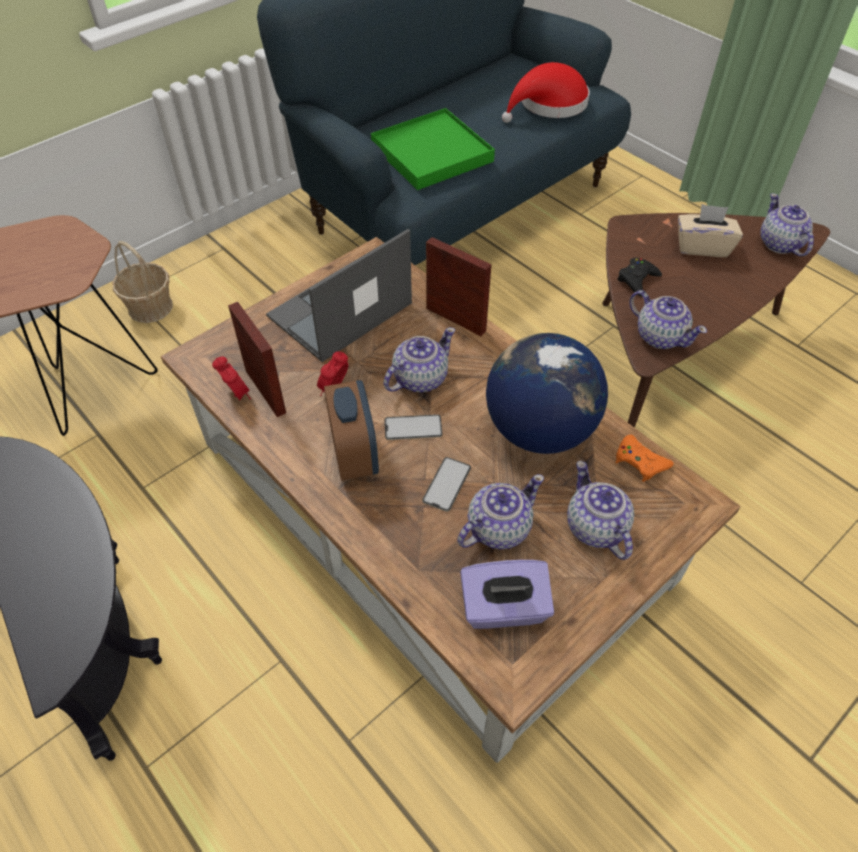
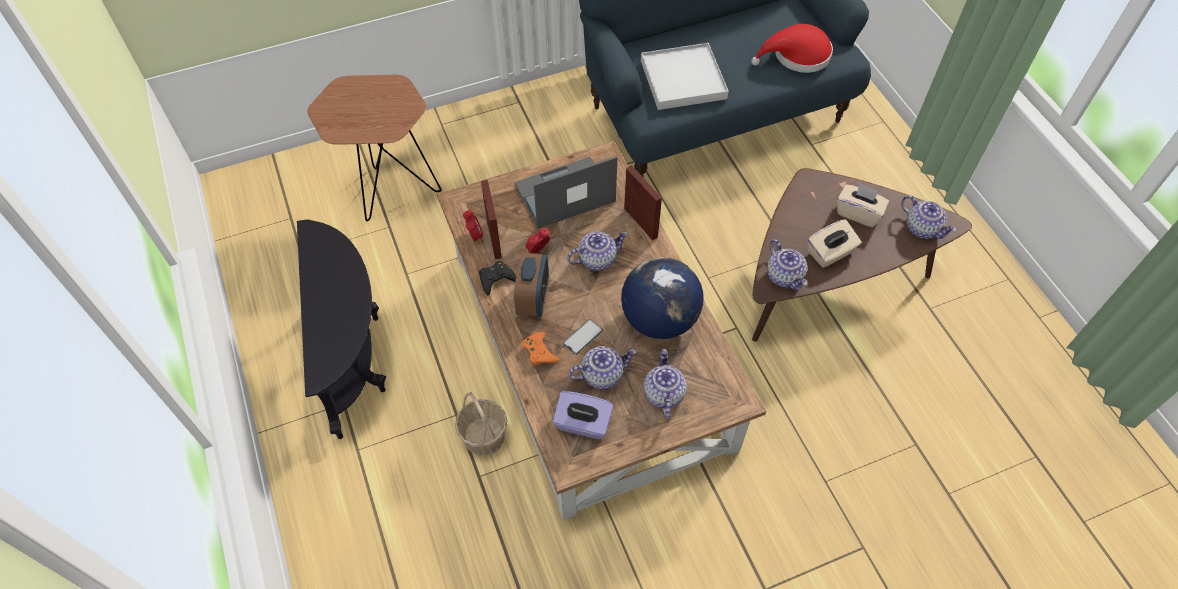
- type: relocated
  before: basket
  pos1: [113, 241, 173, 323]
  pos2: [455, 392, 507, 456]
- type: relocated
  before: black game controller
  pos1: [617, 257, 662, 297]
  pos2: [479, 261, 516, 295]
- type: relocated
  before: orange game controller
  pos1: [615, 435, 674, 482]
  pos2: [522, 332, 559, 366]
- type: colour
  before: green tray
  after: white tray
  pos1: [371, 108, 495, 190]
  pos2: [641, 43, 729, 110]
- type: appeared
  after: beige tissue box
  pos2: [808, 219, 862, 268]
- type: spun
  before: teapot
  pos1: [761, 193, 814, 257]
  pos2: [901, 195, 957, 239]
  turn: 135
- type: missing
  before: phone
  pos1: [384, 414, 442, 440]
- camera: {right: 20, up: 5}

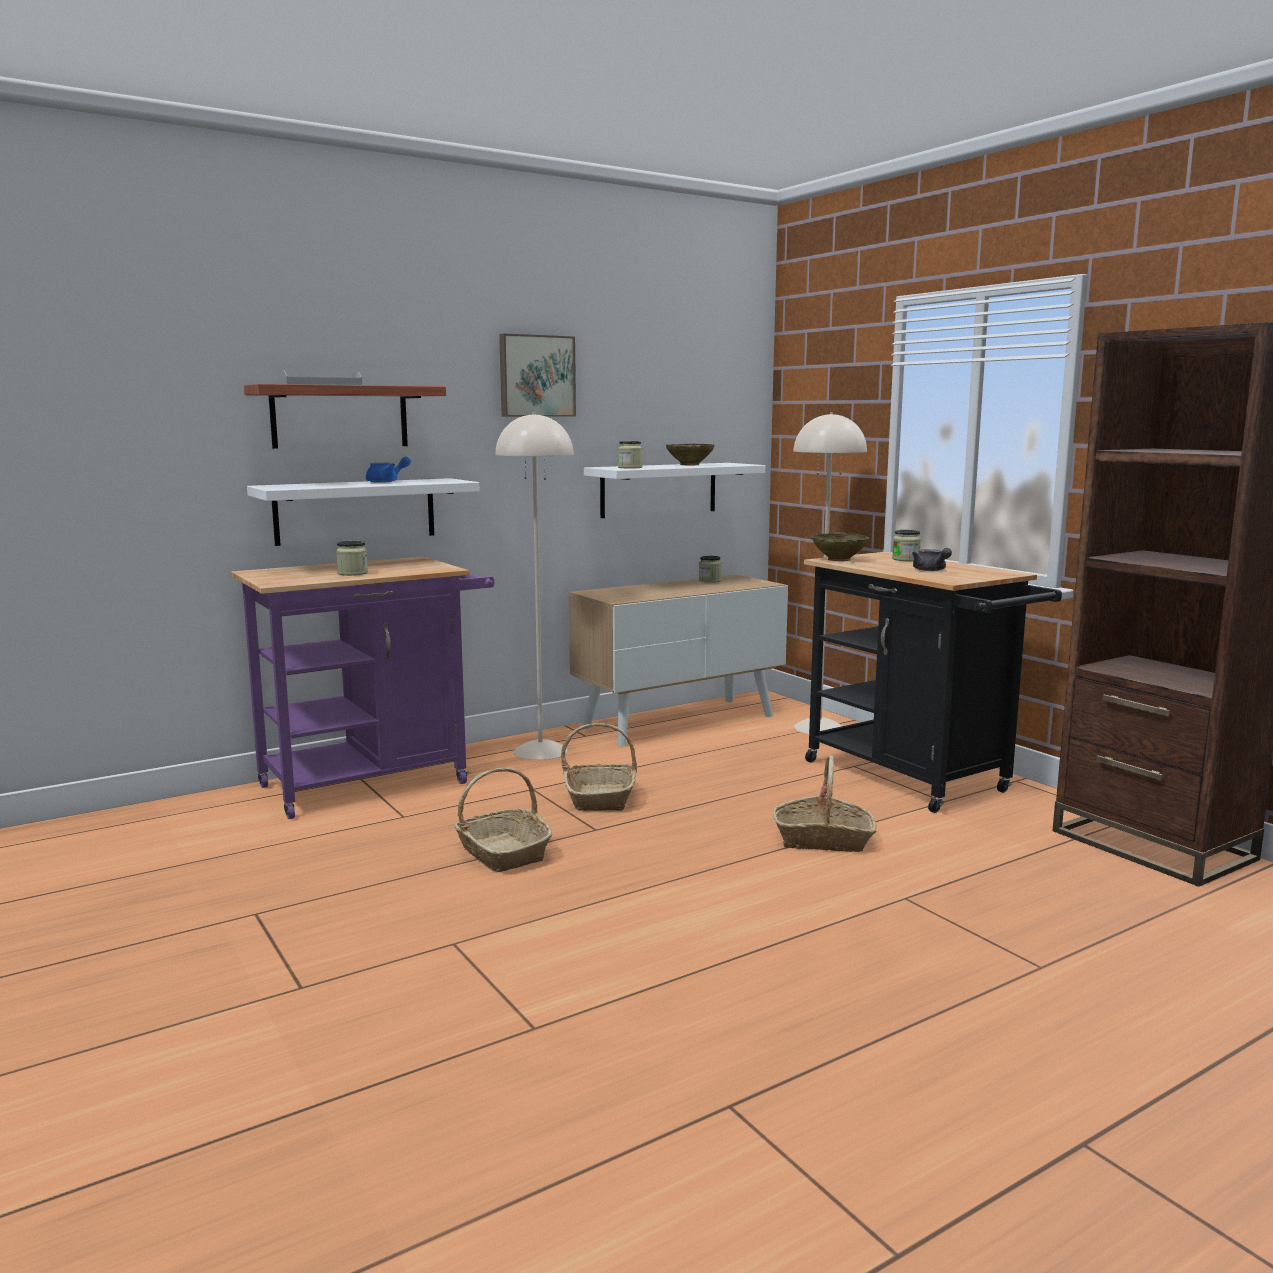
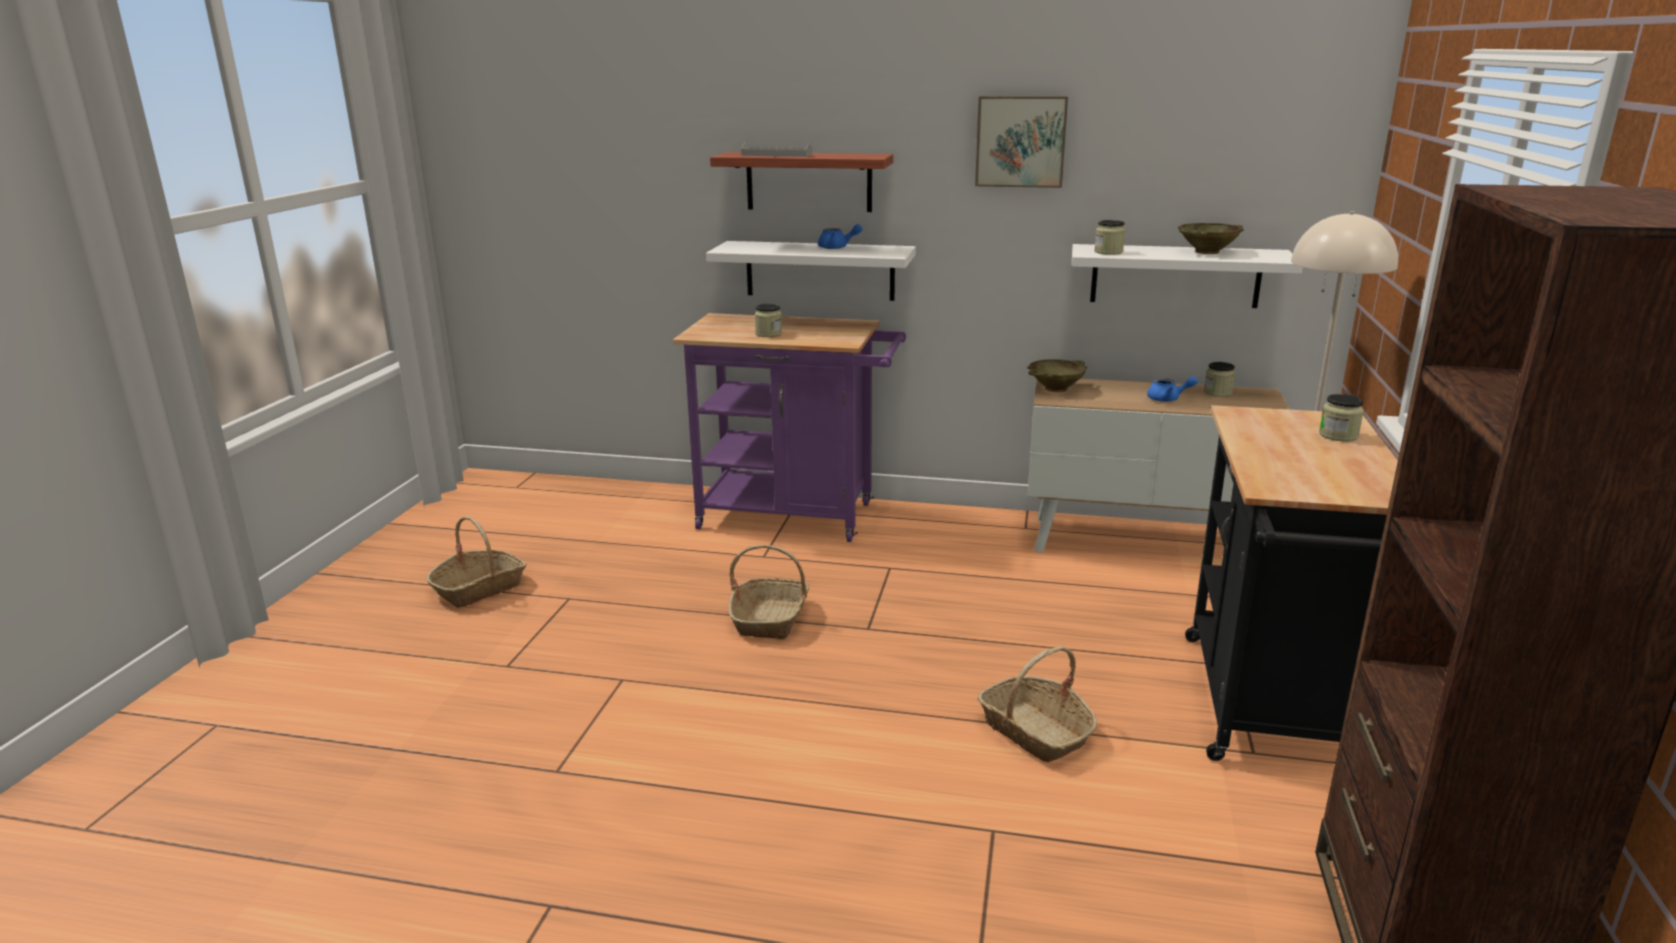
- type: relocated
  before: basket
  pos1: [561, 723, 637, 811]
  pos2: [426, 516, 526, 608]
- type: relocated
  before: beige bowl
  pos1: [811, 532, 869, 561]
  pos2: [1027, 359, 1088, 392]
- type: appeared
  after: blue teapot
  pos2: [1147, 376, 1198, 402]
- type: missing
  before: beige floor lamp
  pos1: [496, 412, 574, 760]
- type: missing
  before: grey teapot
  pos1: [912, 548, 952, 571]
- camera: {right: 45, up: 10}

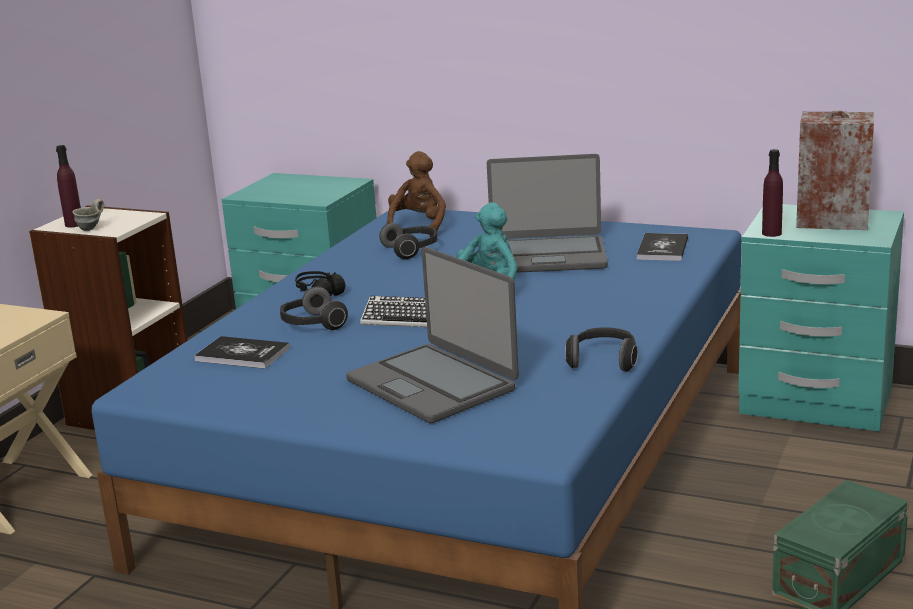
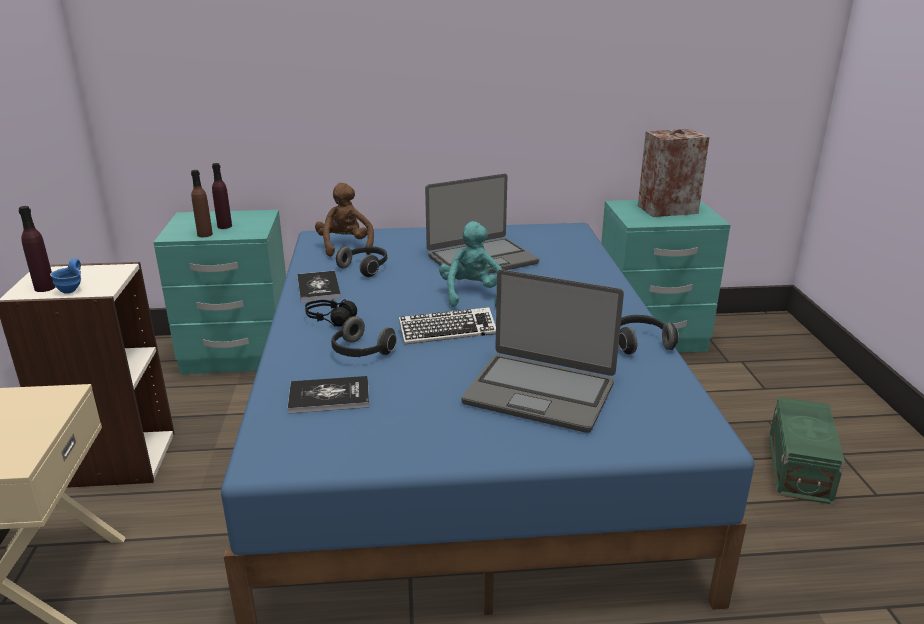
- type: colour
  before: grey mug
  after: blue mug
  pos1: [72, 199, 104, 231]
  pos2: [50, 259, 81, 294]
- type: appeared
  after: brown bottle
  pos2: [191, 170, 213, 237]
- type: relocated
  before: purple bottle
  pos1: [762, 149, 783, 237]
  pos2: [212, 163, 232, 229]
- type: relocated
  before: book
  pos1: [637, 233, 688, 261]
  pos2: [297, 271, 341, 302]
- camera: {right: -30, up: 5}

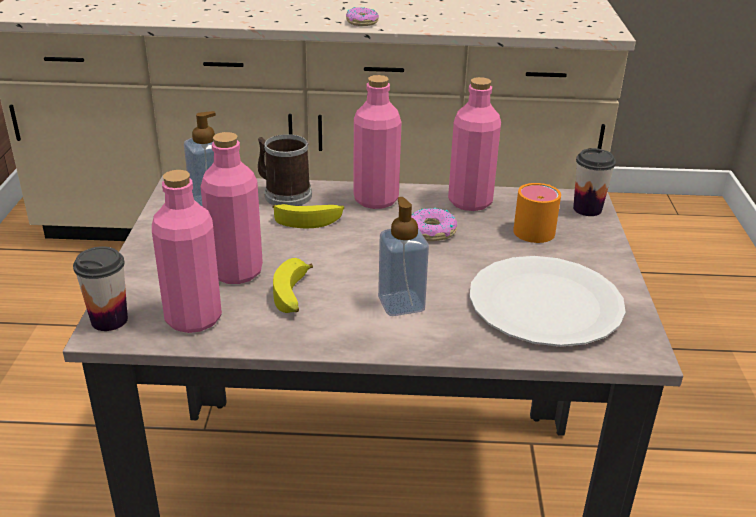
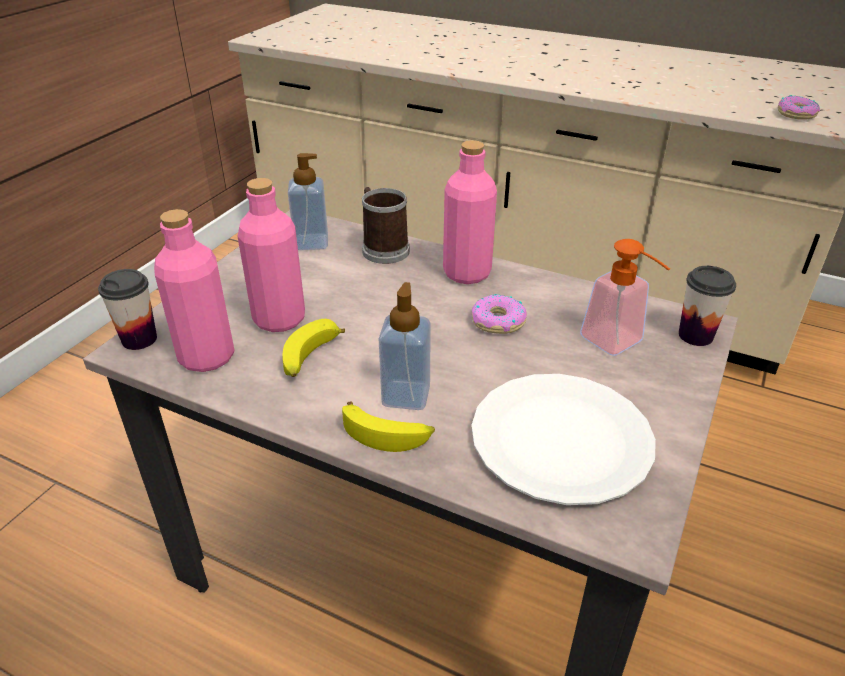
- type: relocated
  before: banana
  pos1: [272, 204, 344, 228]
  pos2: [342, 402, 435, 452]
- type: exchanged
  before: orange mug
  after: soap dispenser
  pos1: [513, 183, 561, 243]
  pos2: [580, 239, 670, 356]
- type: relocated
  before: donut
  pos1: [346, 7, 379, 26]
  pos2: [778, 95, 820, 120]
- type: missing
  before: pink bottle
  pos1: [448, 77, 501, 211]
- camera: {right: 25, up: 5}

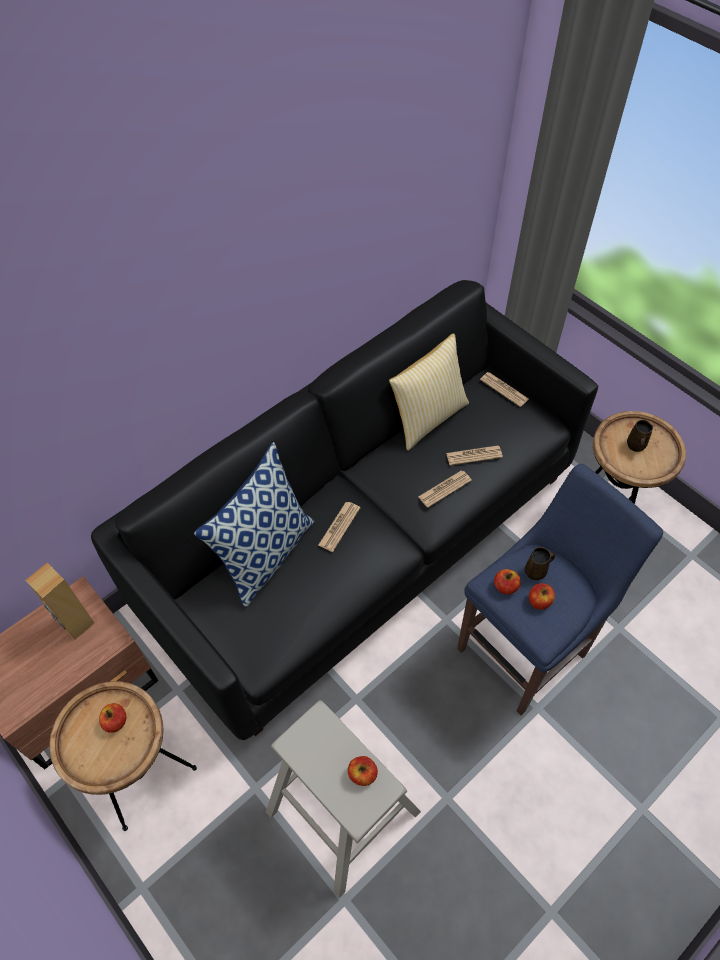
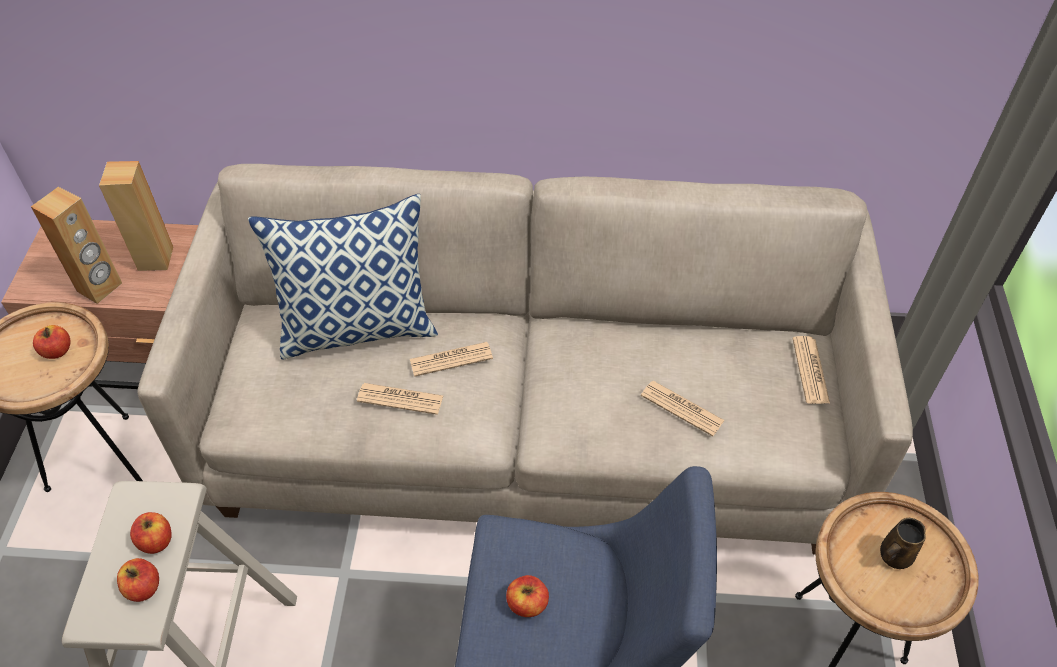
- type: appeared
  after: brown speaker
  pos2: [31, 187, 122, 304]
- type: relocated
  before: apple
  pos1: [494, 569, 521, 595]
  pos2: [130, 512, 172, 554]
- type: colour
  before: black sofa
  after: beige sofa
  pos1: [91, 280, 598, 740]
  pos2: [138, 164, 913, 554]
- type: relocated
  before: newspaper
  pos1: [418, 470, 472, 508]
  pos2: [357, 383, 443, 415]
- type: missing
  before: pillow
  pos1: [389, 333, 469, 451]
- type: missing
  before: brown mug
  pos1: [525, 547, 555, 580]
- camera: {right: 45, up: -5}

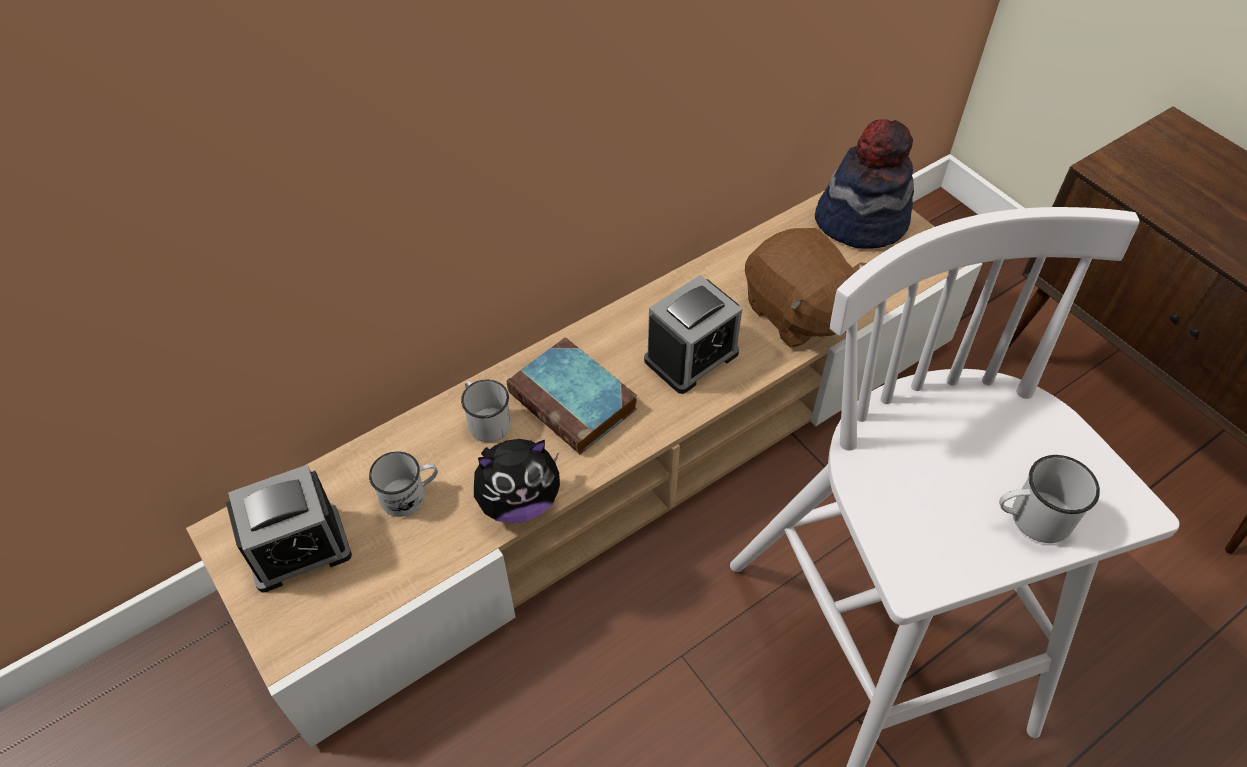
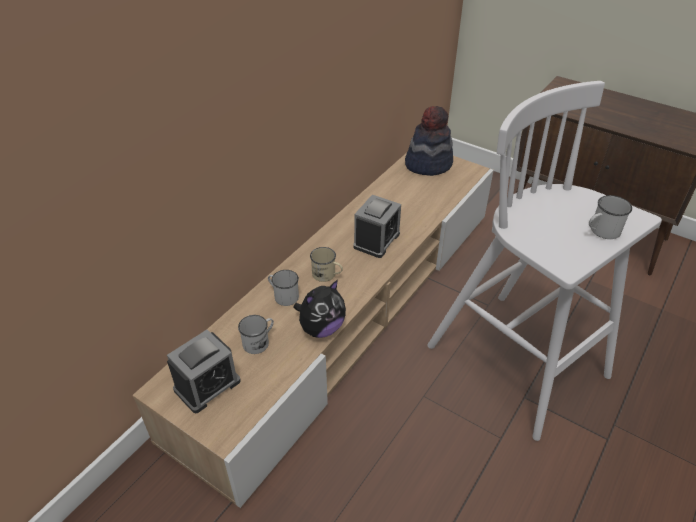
- type: exchanged
  before: book
  after: beige mug
  pos1: [507, 337, 637, 454]
  pos2: [310, 247, 343, 282]
- type: missing
  before: brown plush toy
  pos1: [745, 228, 867, 348]
- camera: {right: -20, up: -10}

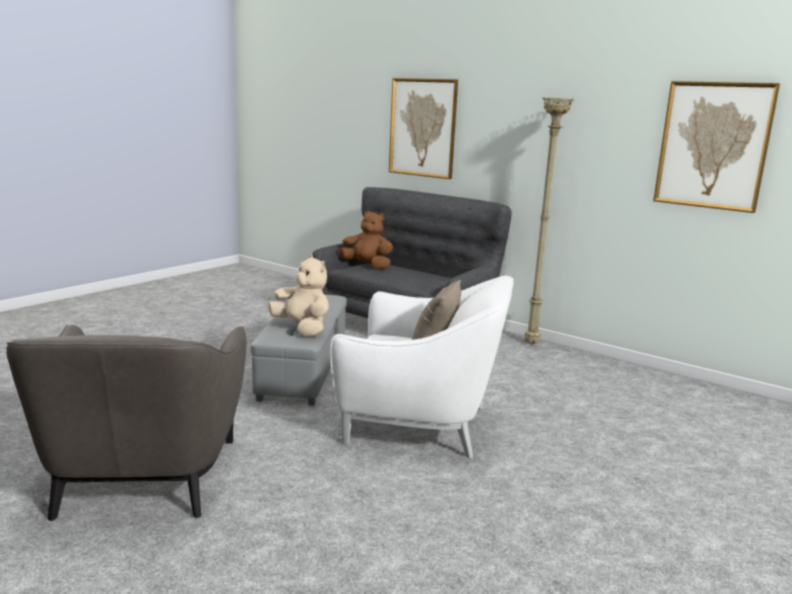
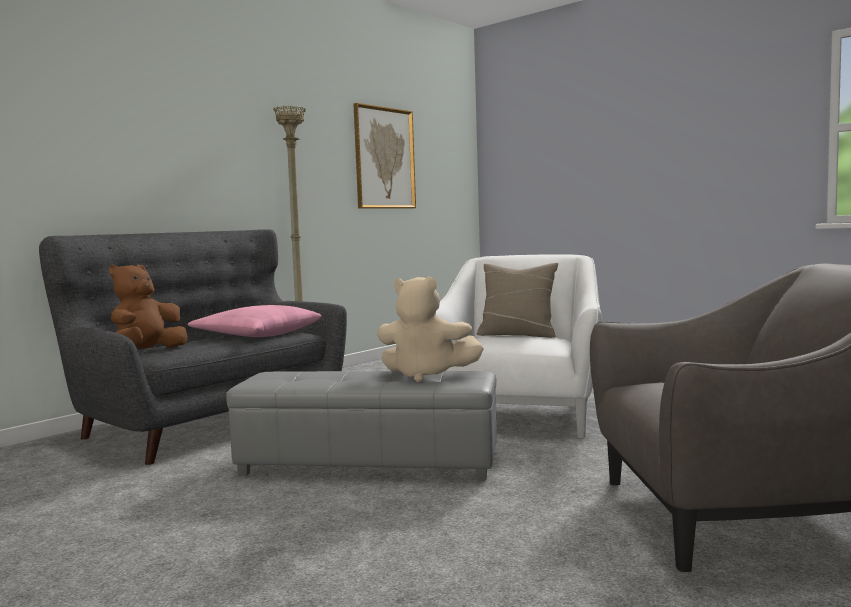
- type: appeared
  after: pink pillow
  pos2: [188, 305, 322, 337]
- type: spun
  before: beige plush toy
  pos1: [267, 255, 329, 336]
  pos2: [377, 276, 484, 382]
  turn: -120
- type: missing
  before: picture
  pos1: [389, 78, 458, 179]
- camera: {right: -85, up: -10}

